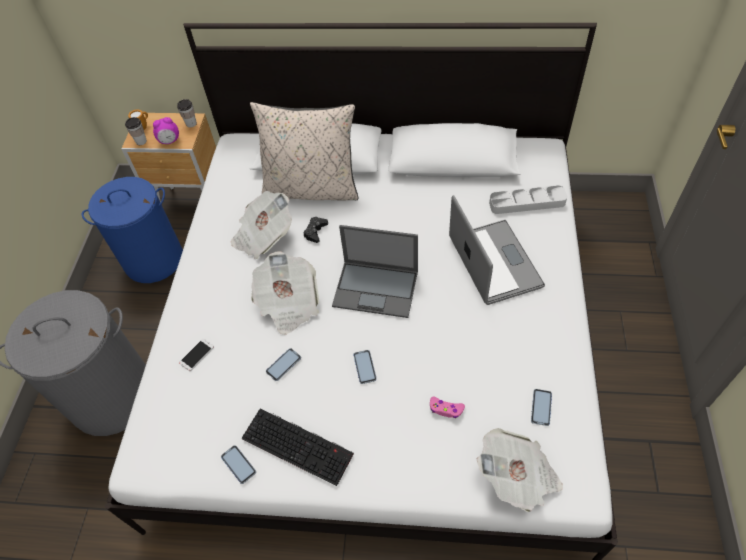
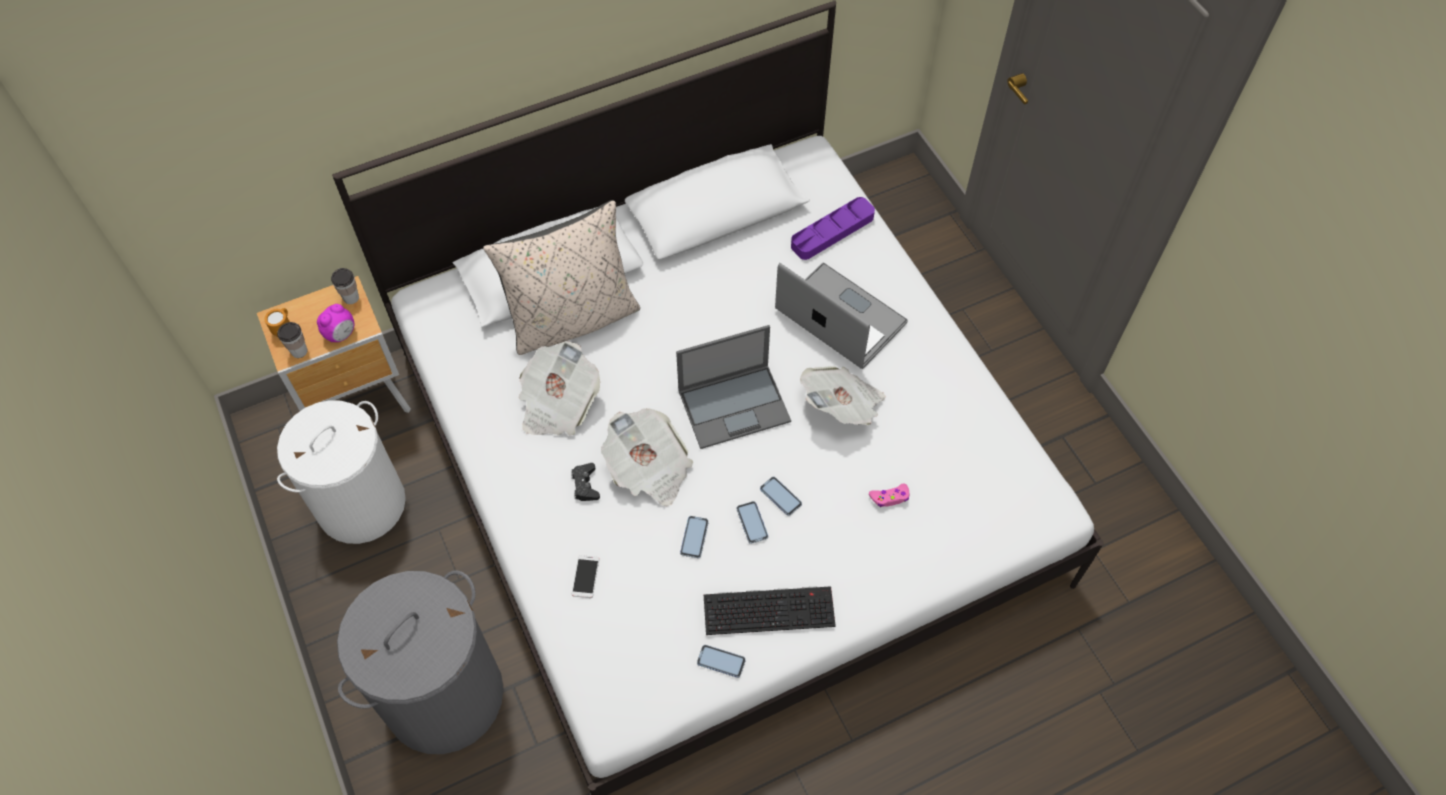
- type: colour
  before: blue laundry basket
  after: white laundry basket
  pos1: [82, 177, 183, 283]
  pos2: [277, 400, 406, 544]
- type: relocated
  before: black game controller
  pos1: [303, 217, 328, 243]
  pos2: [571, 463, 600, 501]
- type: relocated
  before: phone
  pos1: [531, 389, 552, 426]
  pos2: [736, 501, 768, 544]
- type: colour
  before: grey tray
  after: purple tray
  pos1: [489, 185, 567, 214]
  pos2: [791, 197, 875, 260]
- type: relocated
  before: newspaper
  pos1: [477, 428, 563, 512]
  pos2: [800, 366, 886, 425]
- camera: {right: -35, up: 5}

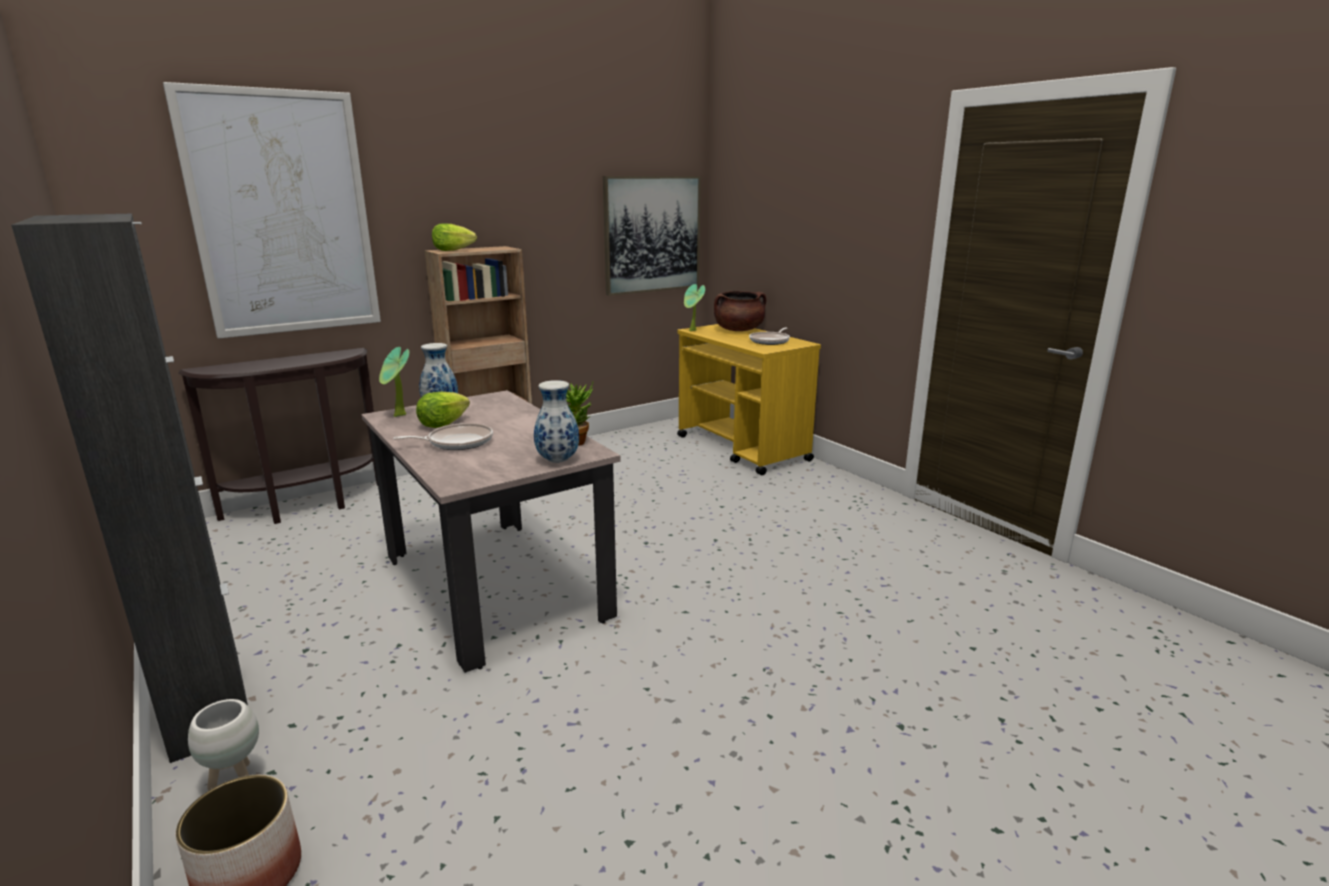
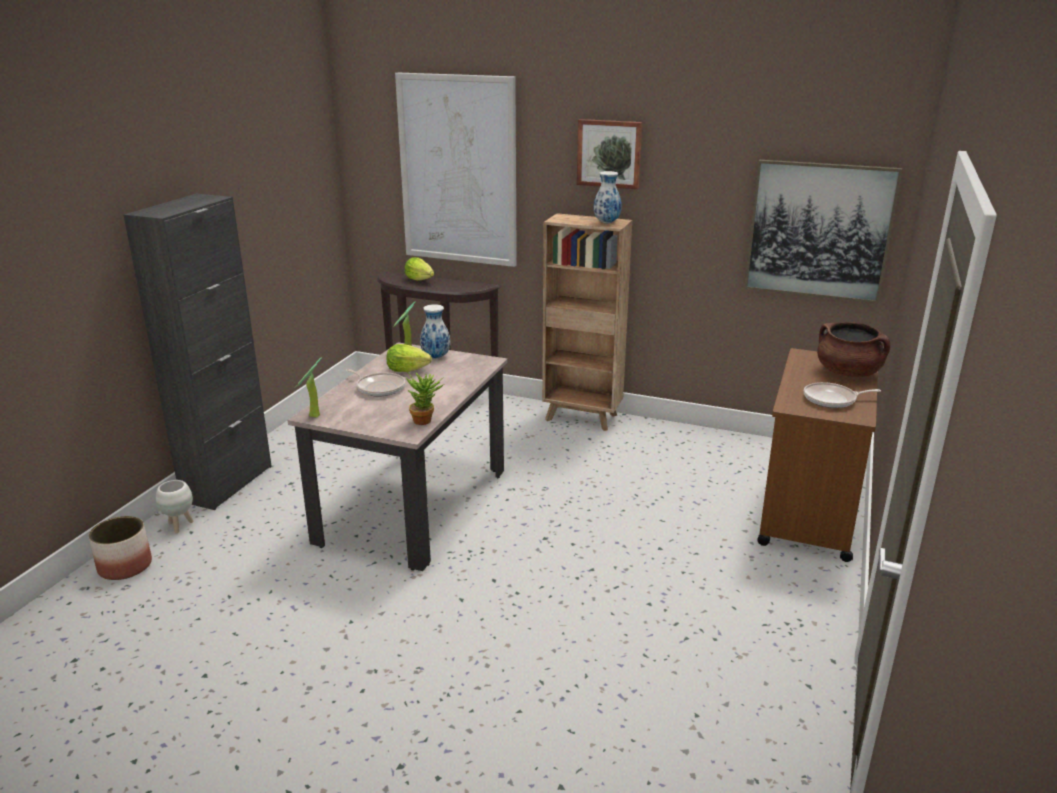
- type: relocated
  before: potted plant
  pos1: [684, 284, 705, 331]
  pos2: [296, 358, 321, 418]
- type: relocated
  before: lettuce
  pos1: [432, 223, 477, 251]
  pos2: [405, 257, 434, 281]
- type: appeared
  after: picture
  pos2: [577, 119, 643, 189]
- type: relocated
  before: vase
  pos1: [534, 380, 579, 463]
  pos2: [593, 171, 622, 223]
- type: colour
  before: yellow cart
  after: brown cart
  pos1: [677, 324, 821, 475]
  pos2: [757, 348, 878, 562]
- camera: {right: 55, up: 5}

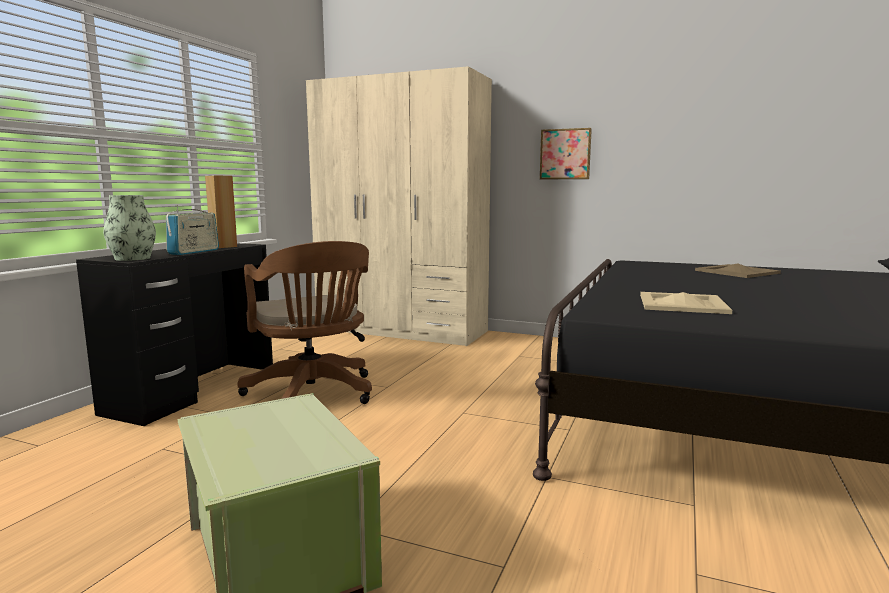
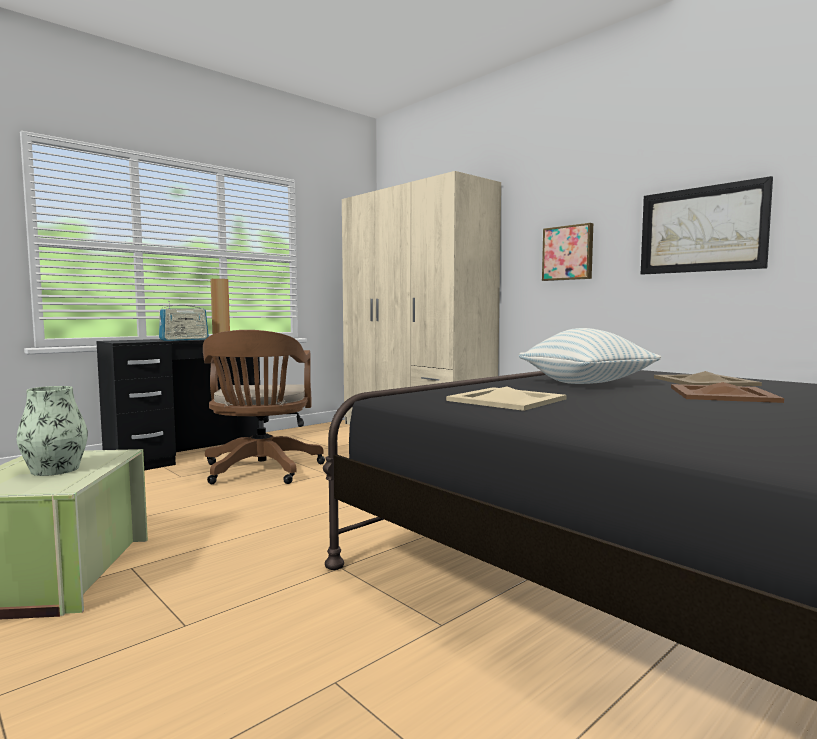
- type: relocated
  before: vase
  pos1: [103, 195, 156, 261]
  pos2: [16, 386, 88, 476]
- type: appeared
  after: pillow
  pos2: [519, 328, 661, 384]
- type: appeared
  after: picture
  pos2: [641, 176, 773, 275]
- type: appeared
  after: brown tray
  pos2: [671, 382, 784, 403]
- camera: {right: 25, up: -5}

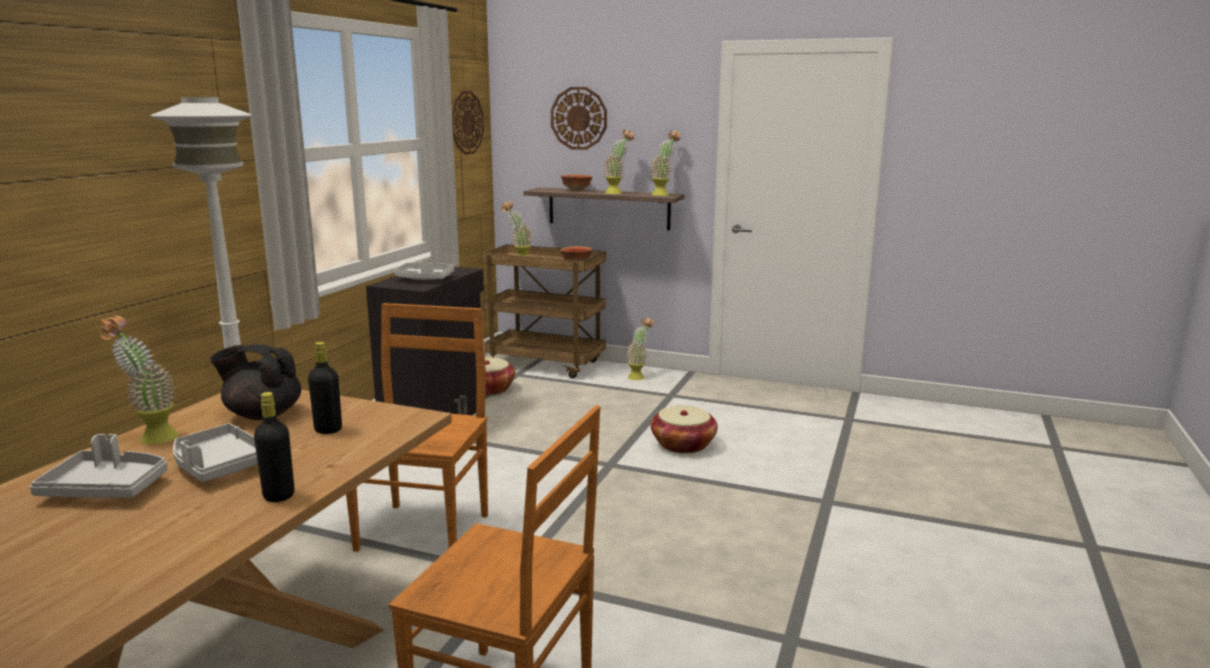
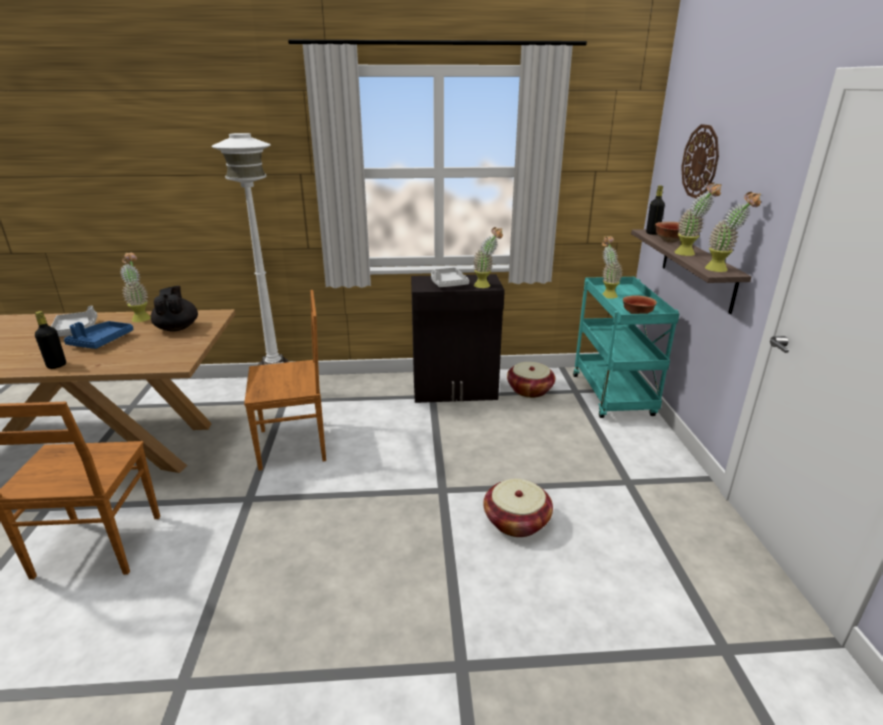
- type: colour
  before: grey tray
  after: blue tray
  pos1: [173, 423, 258, 482]
  pos2: [64, 321, 134, 349]
- type: relocated
  before: potted plant
  pos1: [626, 317, 654, 380]
  pos2: [473, 227, 503, 288]
- type: colour
  before: brown cart
  after: turquoise cart
  pos1: [481, 244, 606, 379]
  pos2: [573, 277, 680, 418]
- type: relocated
  before: black bottle
  pos1: [308, 342, 342, 434]
  pos2: [646, 186, 665, 235]
- type: missing
  before: wall clock
  pos1: [452, 91, 484, 155]
- camera: {right: 65, up: 10}

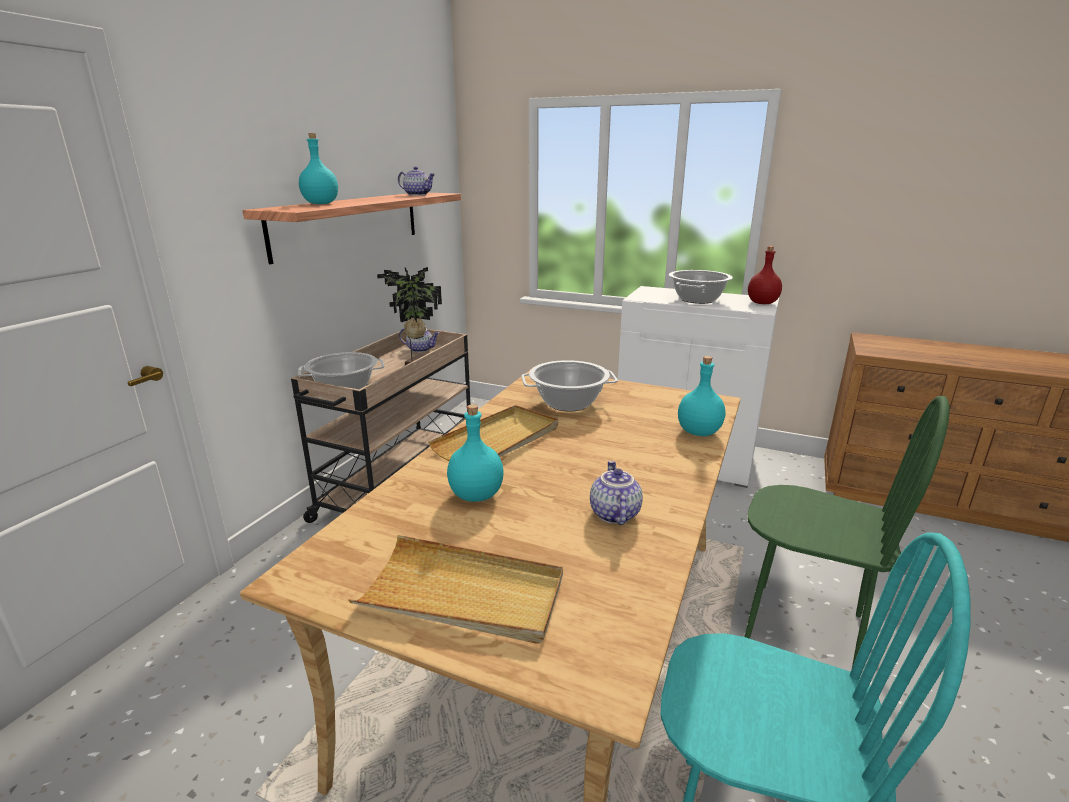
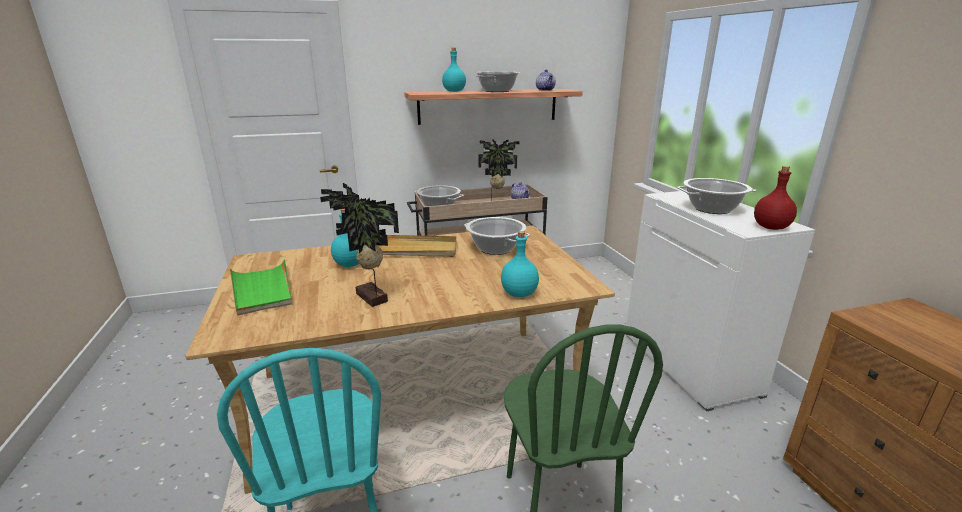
- type: colour
  before: beige tray
  after: green tray
  pos1: [349, 535, 563, 644]
  pos2: [230, 259, 292, 316]
- type: exchanged
  before: teapot
  after: potted plant
  pos1: [590, 461, 643, 525]
  pos2: [320, 183, 399, 307]
- type: appeared
  after: cooking pot
  pos2: [475, 72, 520, 92]
- camera: {right: 50, up: 0}

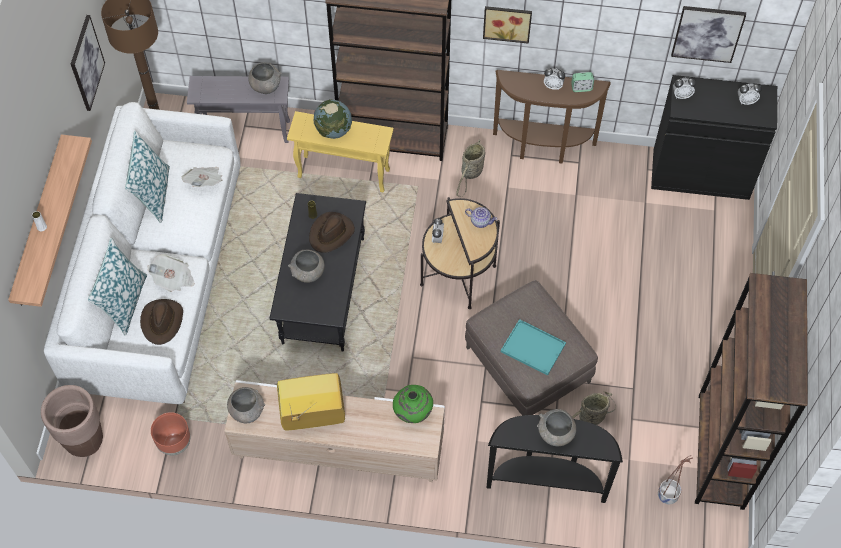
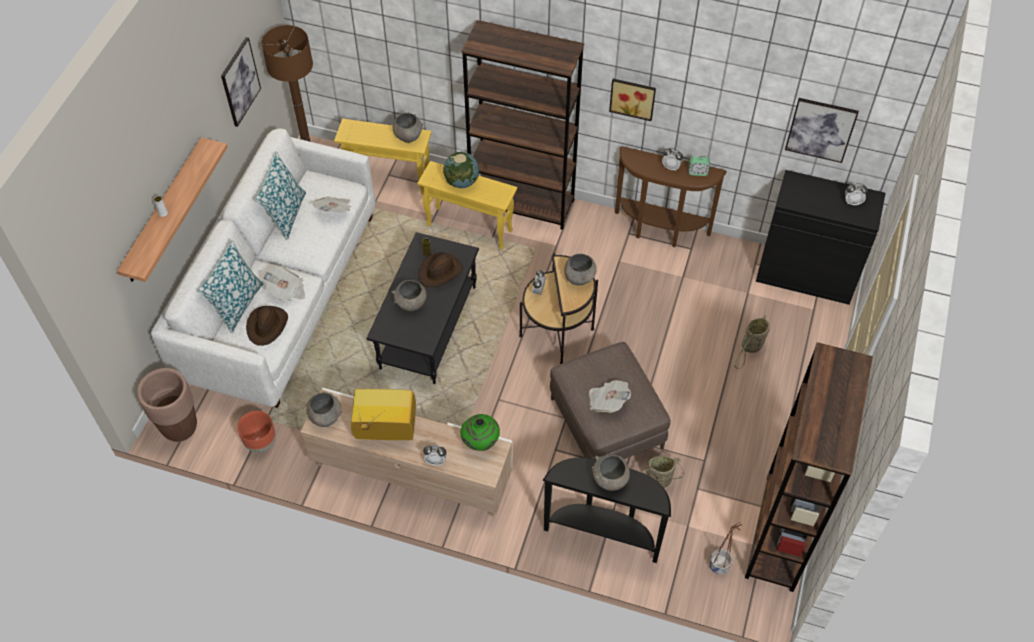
- type: colour
  before: grey side table
  after: yellow side table
  pos1: [187, 76, 290, 143]
  pos2: [334, 118, 431, 194]
- type: relocated
  before: alarm clock
  pos1: [673, 77, 696, 99]
  pos2: [423, 445, 447, 466]
- type: exchanged
  before: teapot
  after: grey bowl
  pos1: [465, 207, 497, 228]
  pos2: [564, 254, 597, 285]
- type: exchanged
  before: turquoise tray
  after: newspaper
  pos1: [501, 319, 566, 376]
  pos2: [589, 380, 631, 413]
- type: relocated
  before: basket
  pos1: [456, 139, 485, 197]
  pos2: [734, 315, 770, 369]
- camera: {right: 10, up: -5}

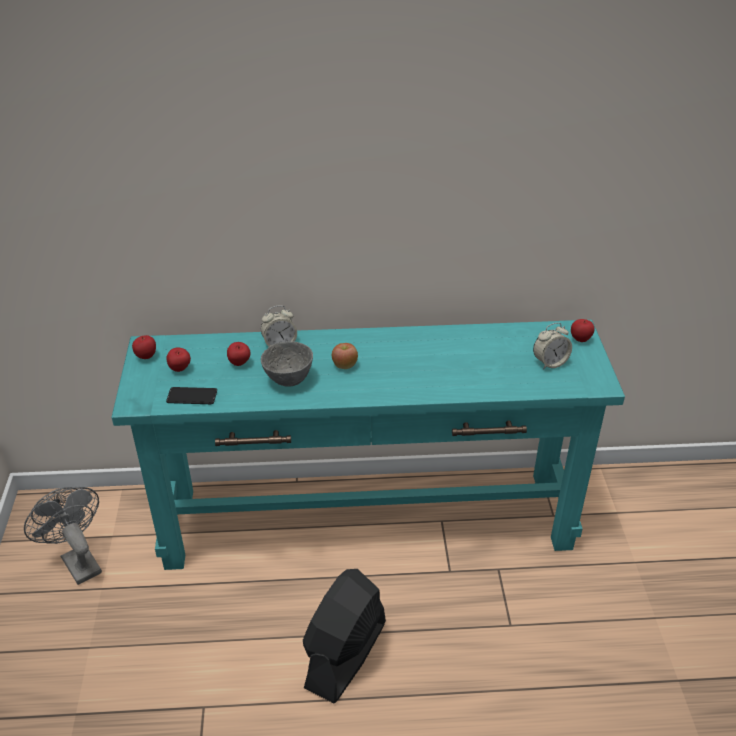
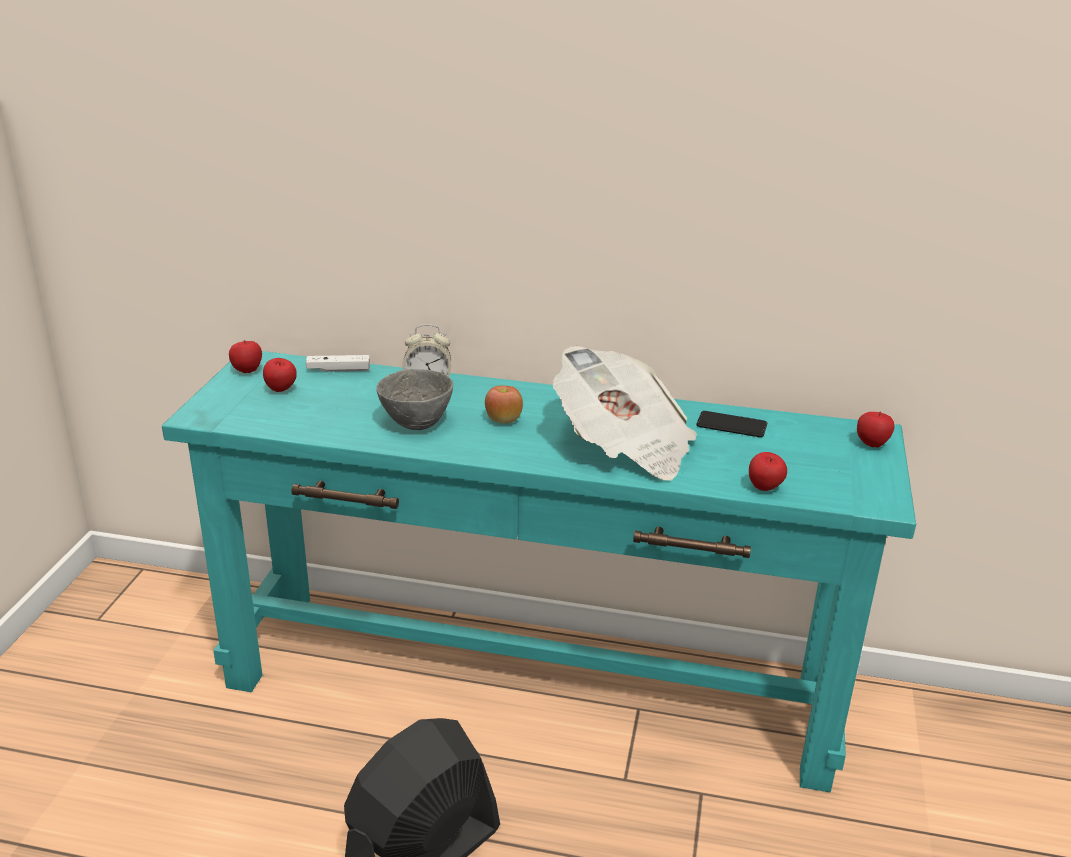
- type: appeared
  after: white game controller
  pos2: [306, 355, 370, 372]
- type: appeared
  after: newspaper
  pos2: [552, 346, 697, 480]
- type: relocated
  before: phone
  pos1: [166, 387, 217, 404]
  pos2: [696, 411, 767, 437]
- type: relocated
  before: apple
  pos1: [227, 342, 250, 366]
  pos2: [749, 452, 787, 491]
- type: missing
  before: grey fan
  pos1: [24, 487, 102, 585]
- type: missing
  before: alarm clock
  pos1: [533, 323, 572, 370]
- camera: {right: 15, up: -10}

